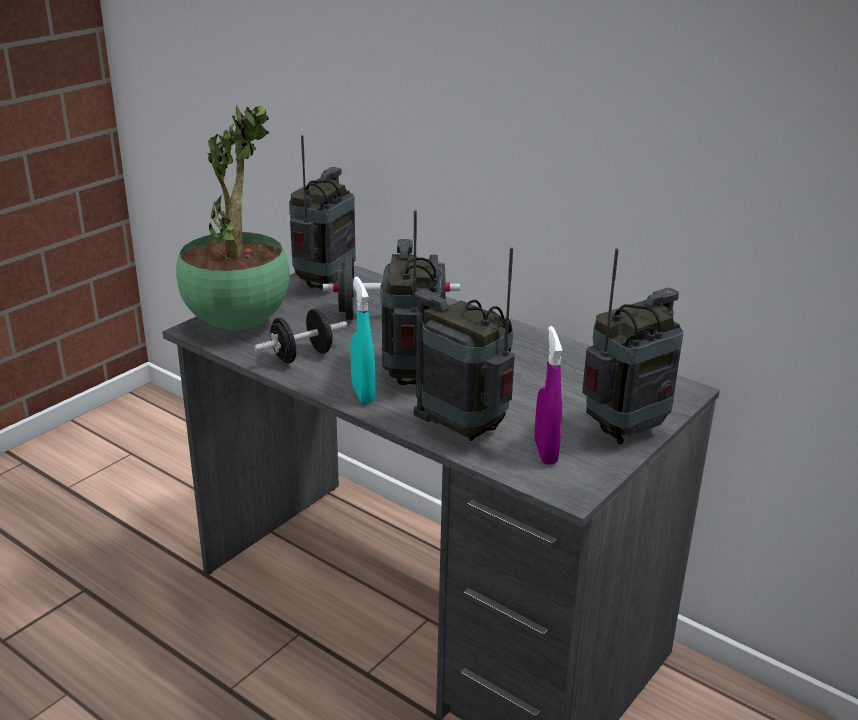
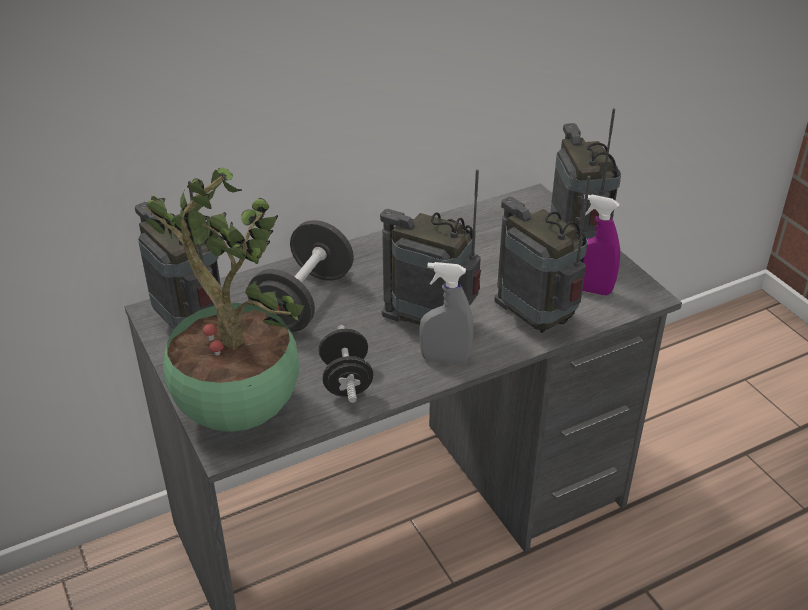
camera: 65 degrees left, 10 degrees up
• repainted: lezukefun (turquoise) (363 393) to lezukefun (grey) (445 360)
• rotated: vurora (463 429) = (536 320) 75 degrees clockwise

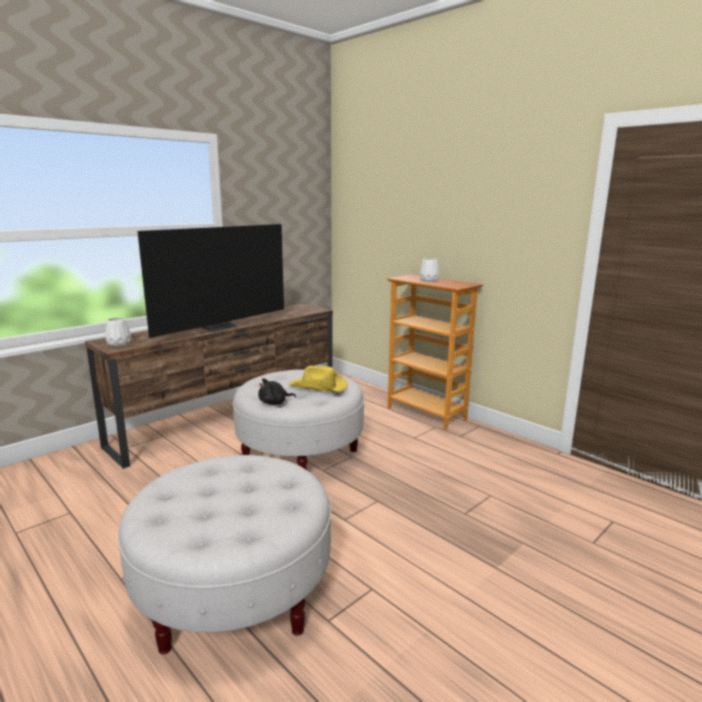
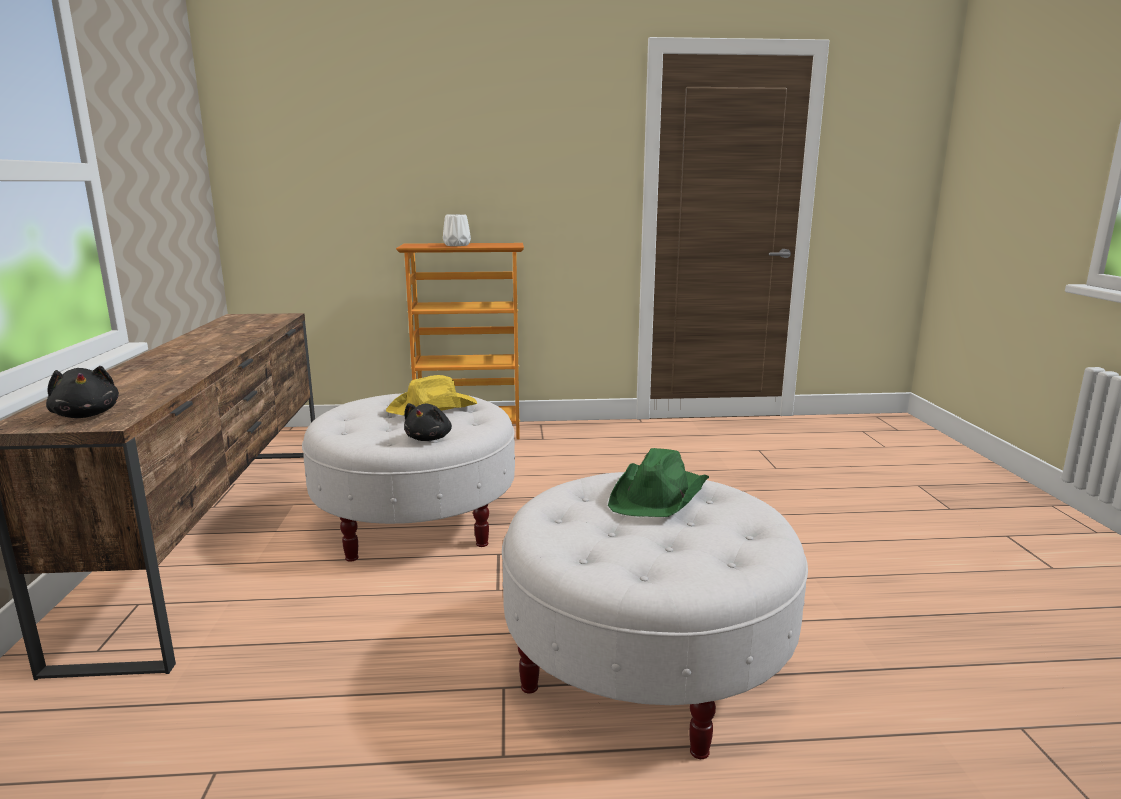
camera: 50 degrees left, 0 degrees up
• gone: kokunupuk (219 327)
• new: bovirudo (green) (660 495)
• swapped: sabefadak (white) (119 343) to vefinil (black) (87 415)

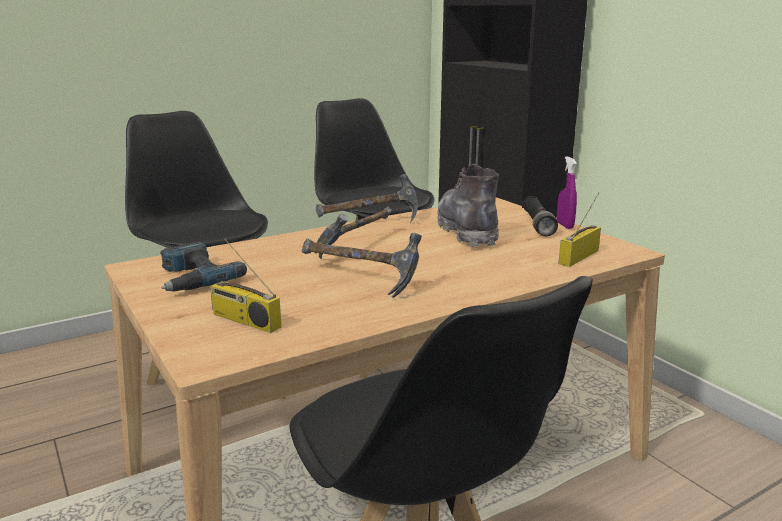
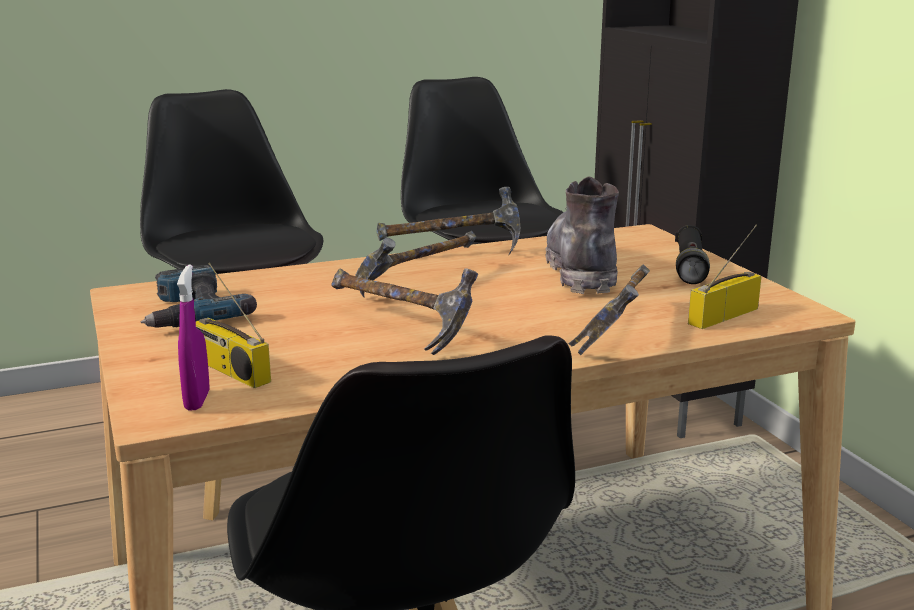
camera: 10 degrees right, 0 degrees up
• new: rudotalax (619 334)
• shifted: lezukefun (purple) (564 225) to (197 400)

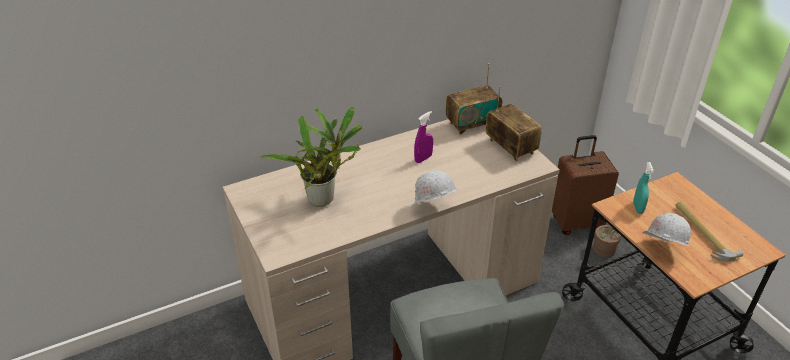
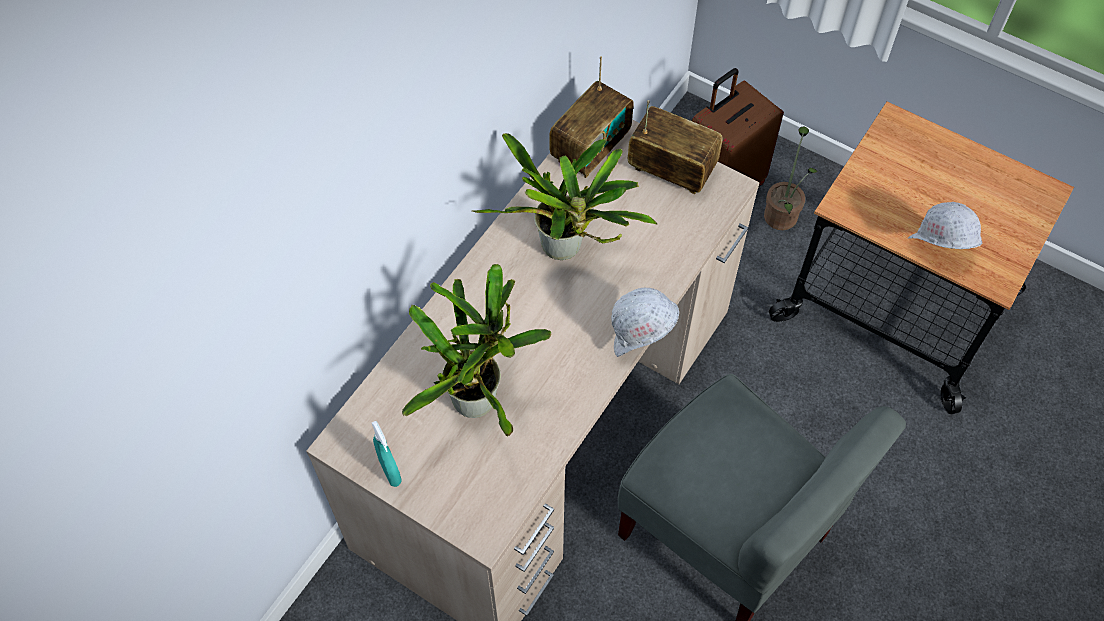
camera: 30 degrees left, 20 degrees up
• gone: rudotalax (703 233)
• shifted: lezukefun (turquoise) (638 208) to (390 472)
• swapped: lezukefun (purple) (423 158) to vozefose (565 250)

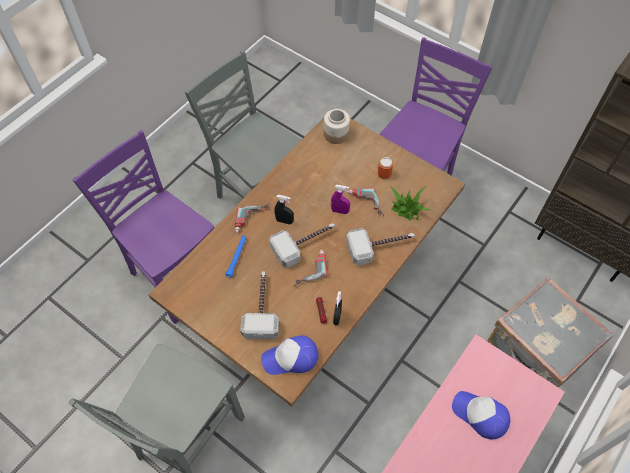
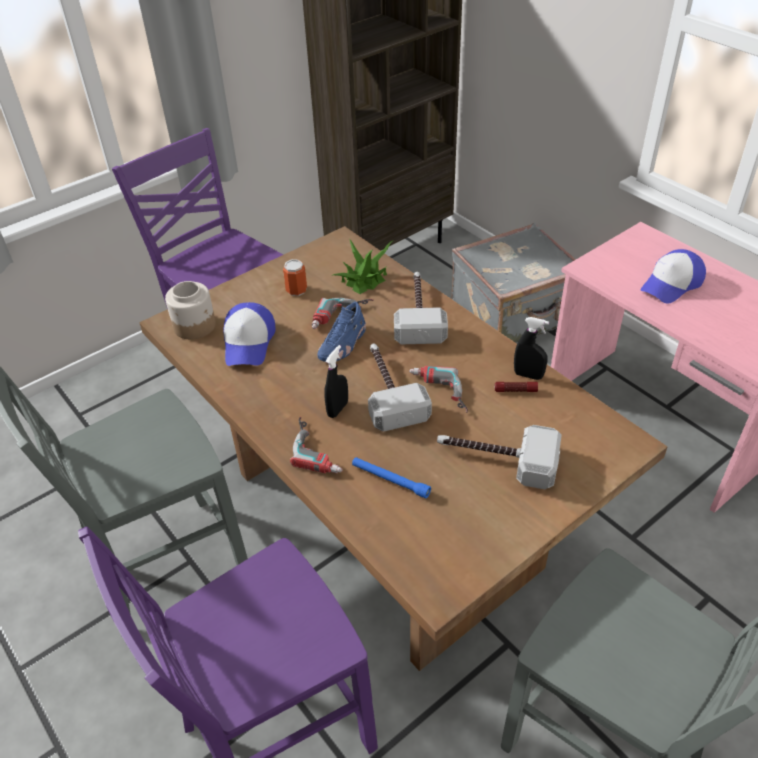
camera: 75 degrees left, 15 degrees down
• shifted: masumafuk (291 358) to (249 342)
• swapped: lezukefun (purple) (340 211) to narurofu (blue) (343 344)

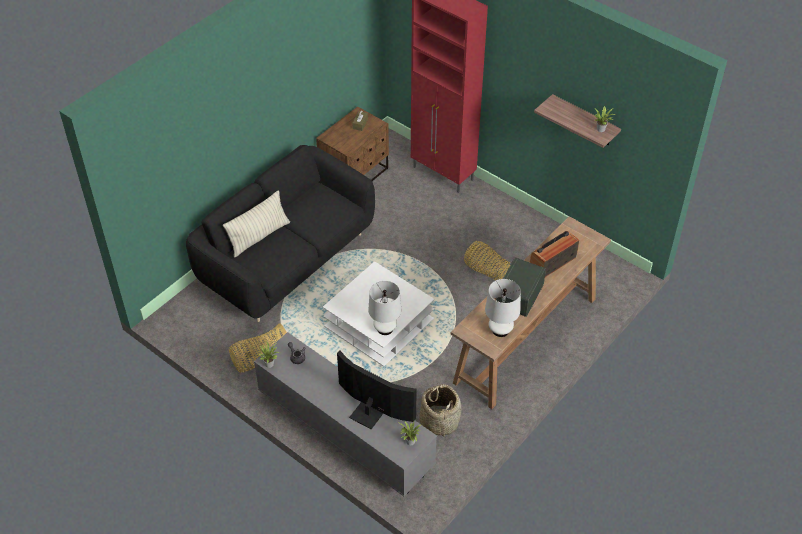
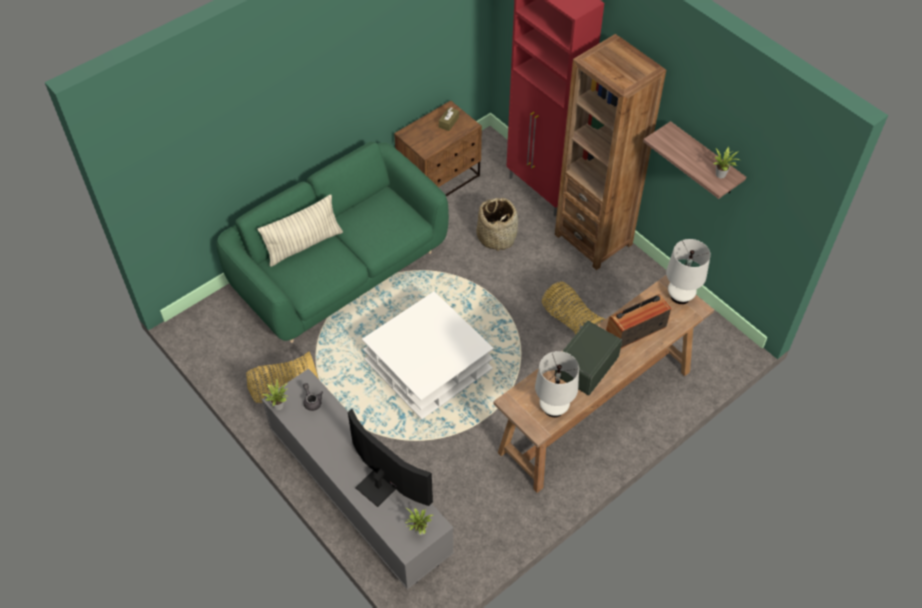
camera: 10 degrees right, 5 degrees up
• new: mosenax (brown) (593 239)
• shifted: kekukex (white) (385 328) to (680 296)
• shifted: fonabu (439 421) to (496 236)
• repainted: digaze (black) (286 259) to digaze (green) (340 271)

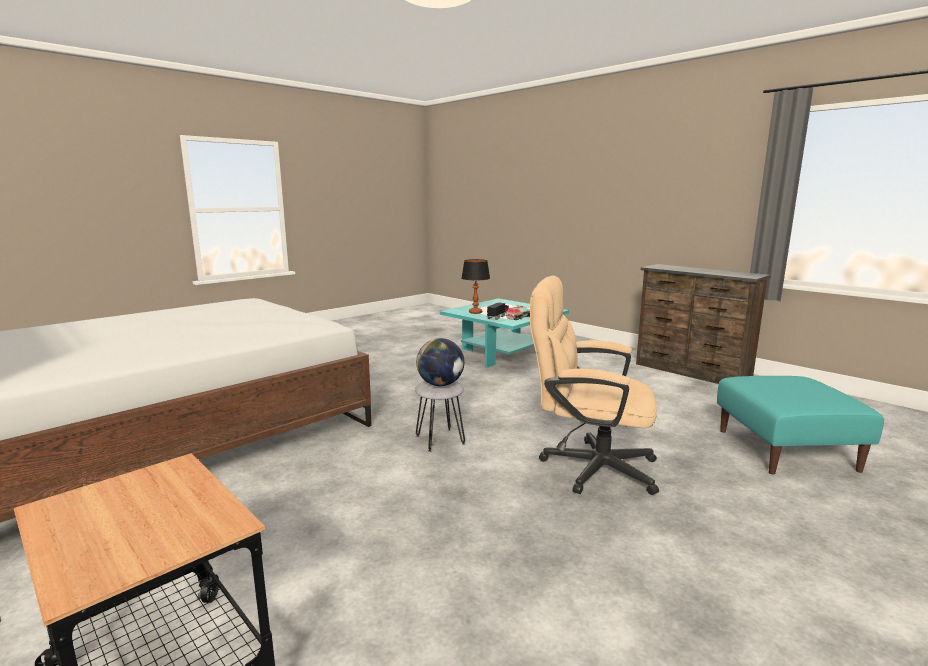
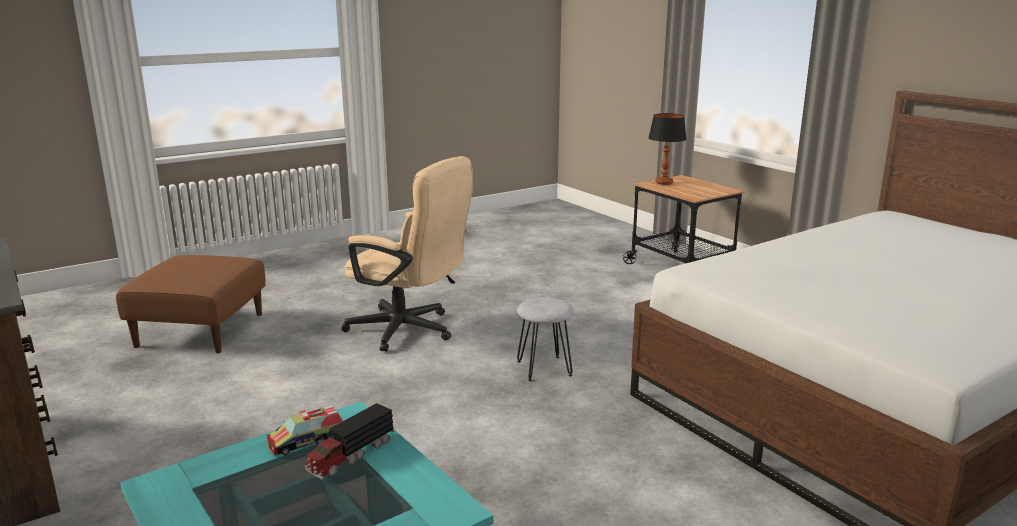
camera: 170 degrees left, 5 degrees up
• gone: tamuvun (440 384)
• shifted: kekukex (475 312) to (664 183)
• repainted: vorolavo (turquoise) (786 450) to vorolavo (brown) (200 329)

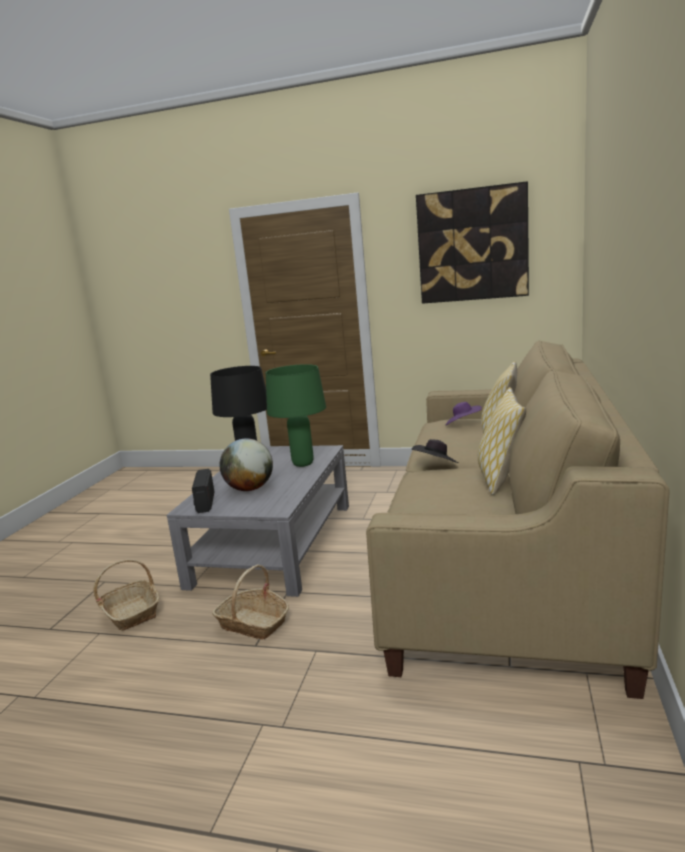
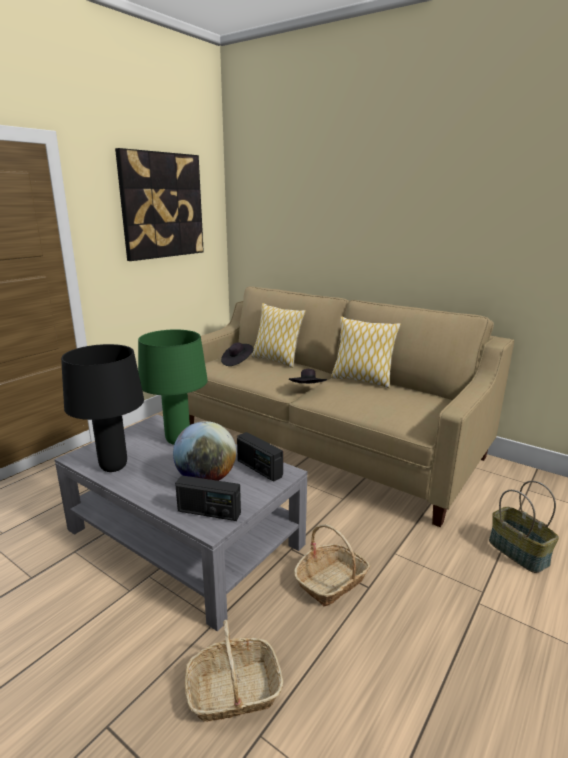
camera: 70 degrees left, 5 degrees up
• new: vurora (259 469)
• new: fonabu (519 552)
• repainted: bovirudo (purple) (462 424) to bovirudo (black) (237 362)

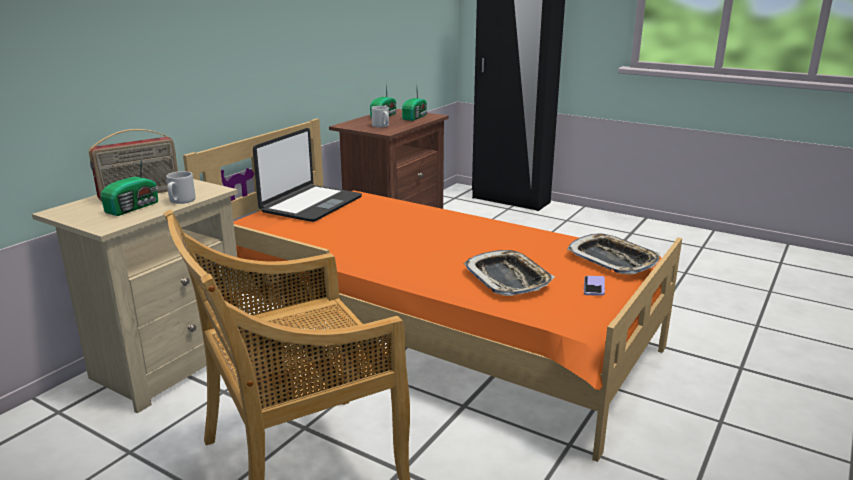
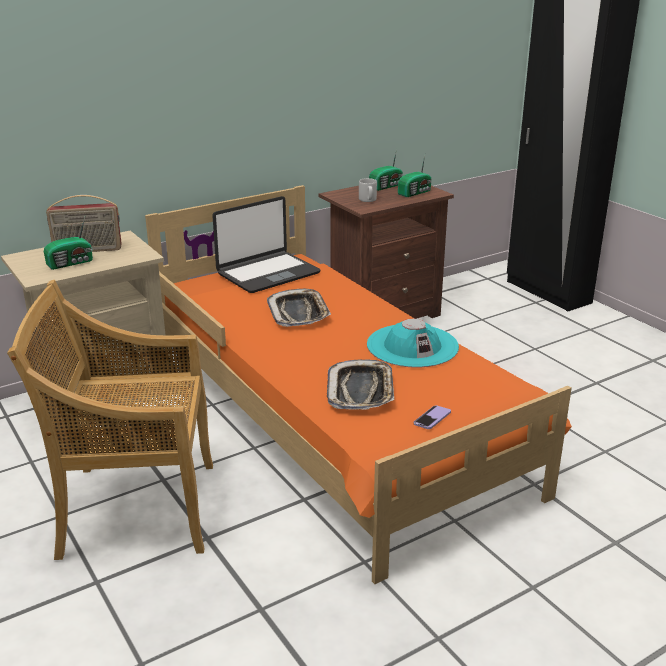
camera: 25 degrees right, 5 degrees up
• gone: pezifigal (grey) (180 201)
• new: bovirudo (turquoise) (412 346)
• shifted: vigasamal (612 260) to (299 313)

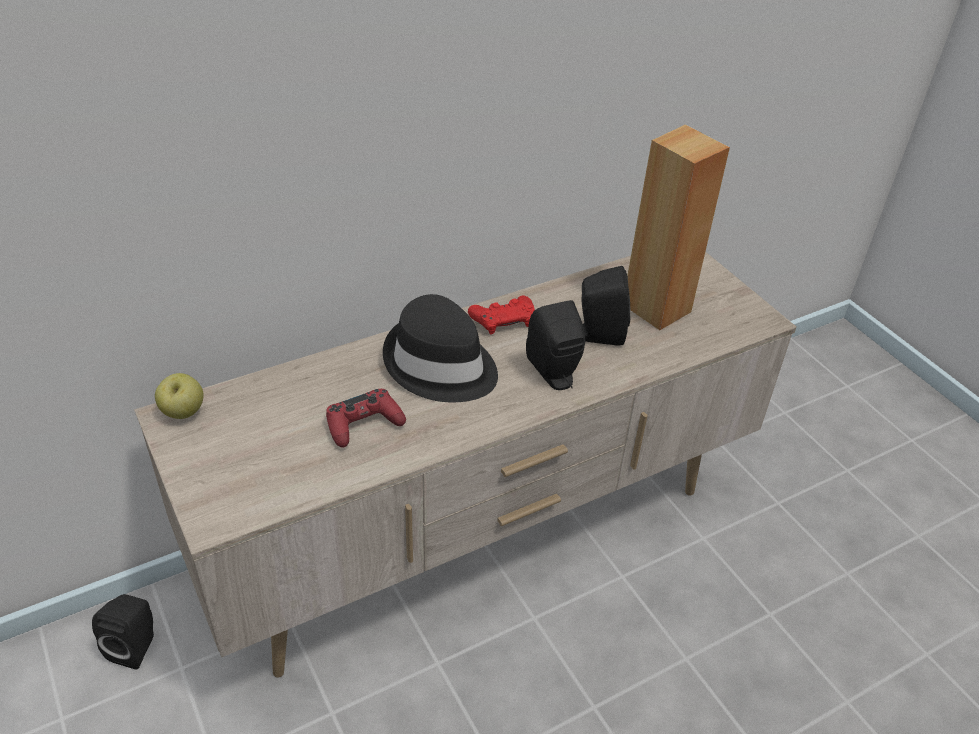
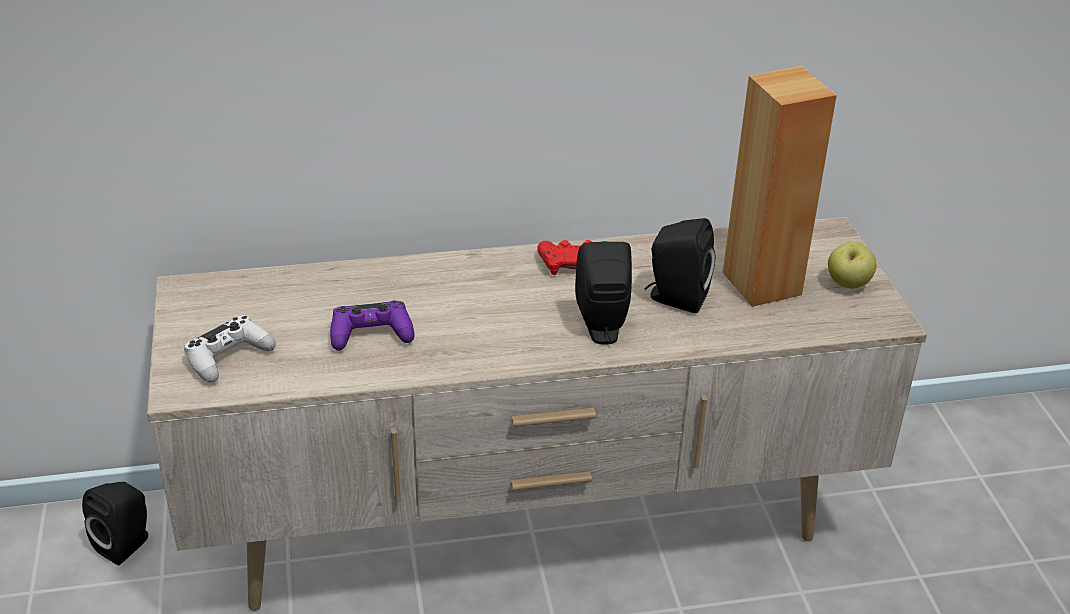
camera: 20 degrees right, 5 degrees down
• gone: bovirudo (black) (440 366)
• new: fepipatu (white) (228 357)
• shifted: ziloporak (183 413) to (848 284)
• repainted: fepipatu (red) (363 424) to fepipatu (purple) (371 334)

